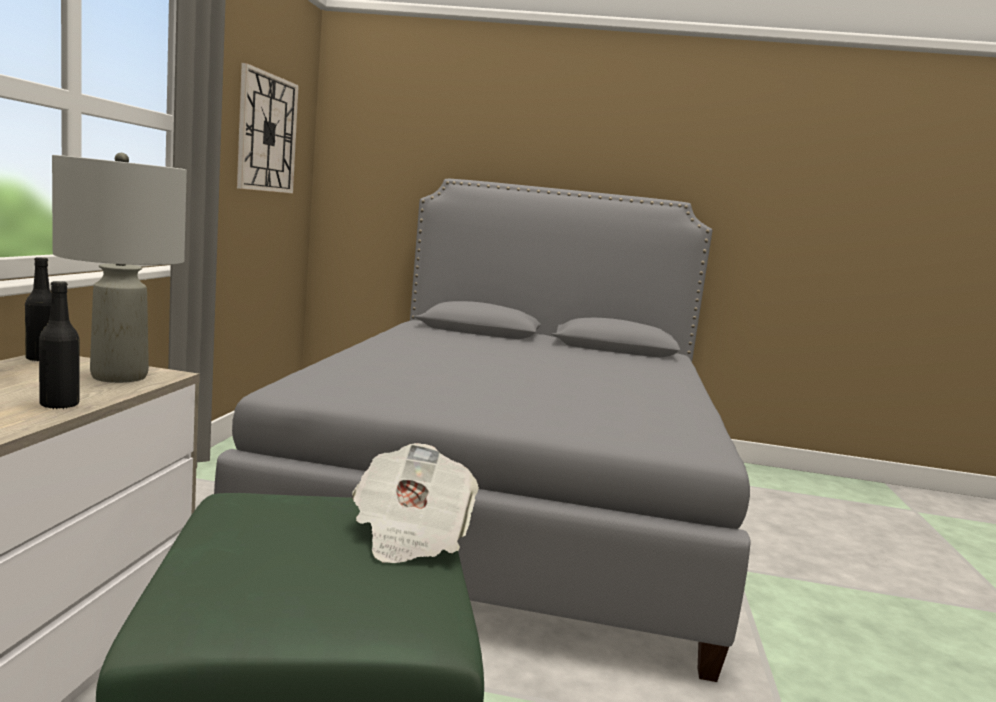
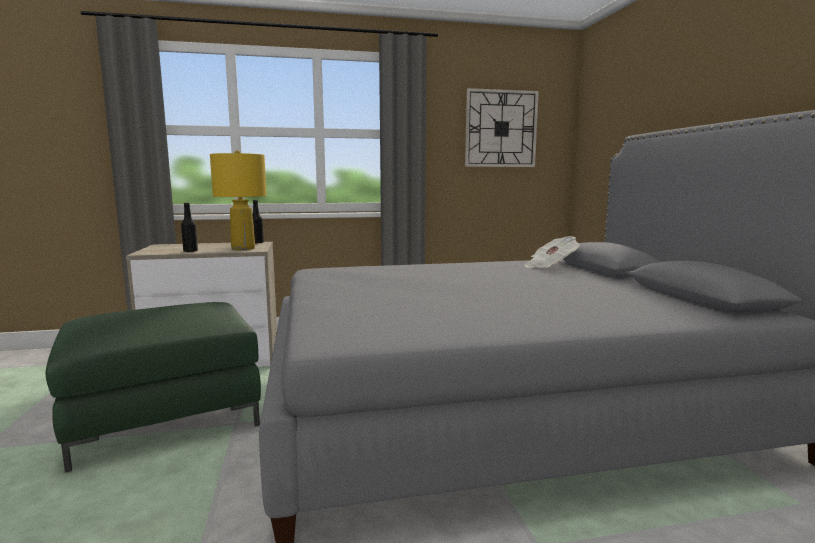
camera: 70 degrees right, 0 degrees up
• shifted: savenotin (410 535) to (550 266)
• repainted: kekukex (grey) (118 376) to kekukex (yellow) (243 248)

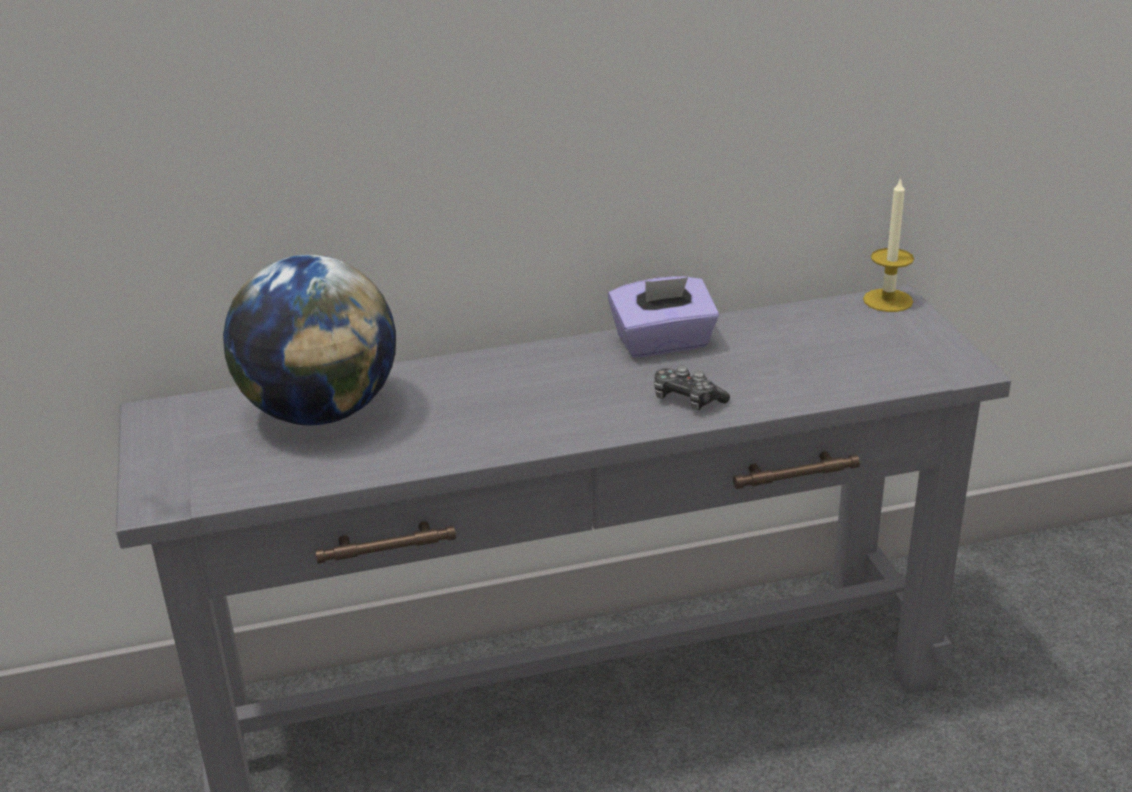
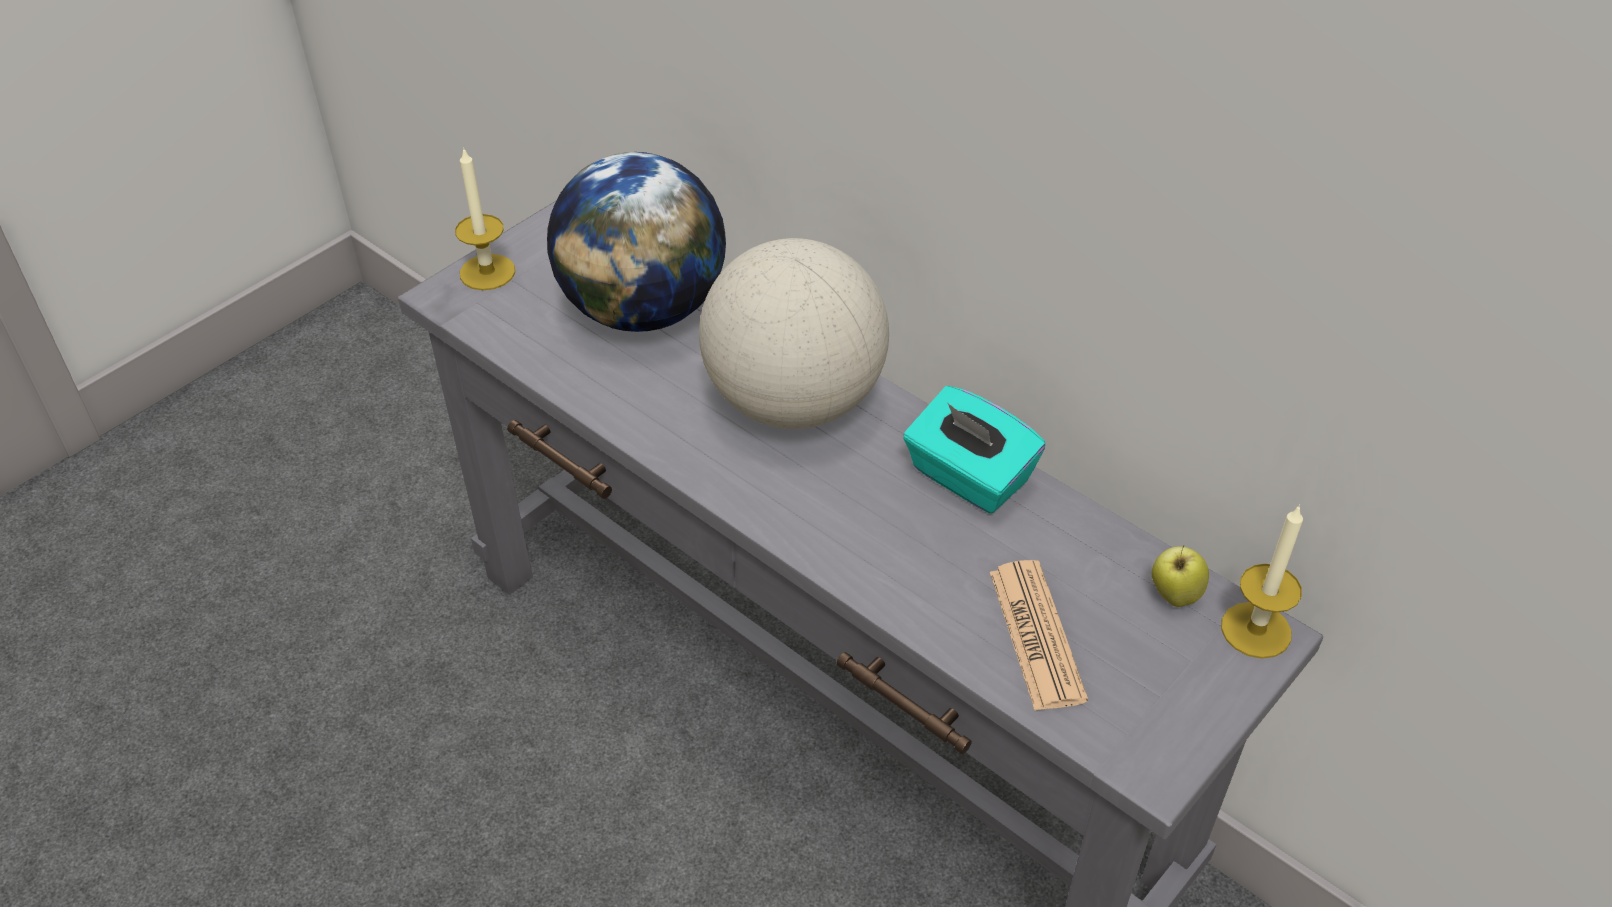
camera: 55 degrees right, 15 degrees up
• gone: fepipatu (687 399)
• new: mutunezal (487 272)
• new: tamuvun (794 402)
• new: savenotin (1036 635)
• new: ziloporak (1174 595)
• repainted: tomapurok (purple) (663 343) to tomapurok (turquoise) (968 477)

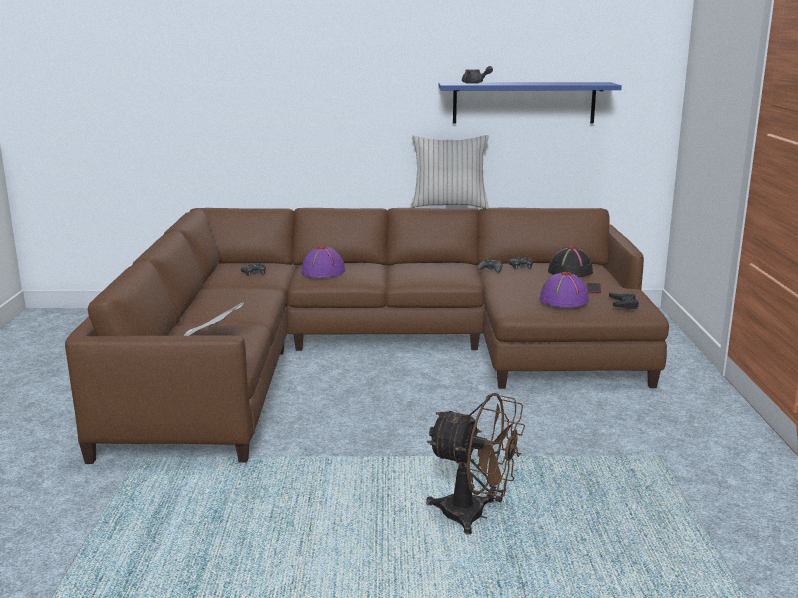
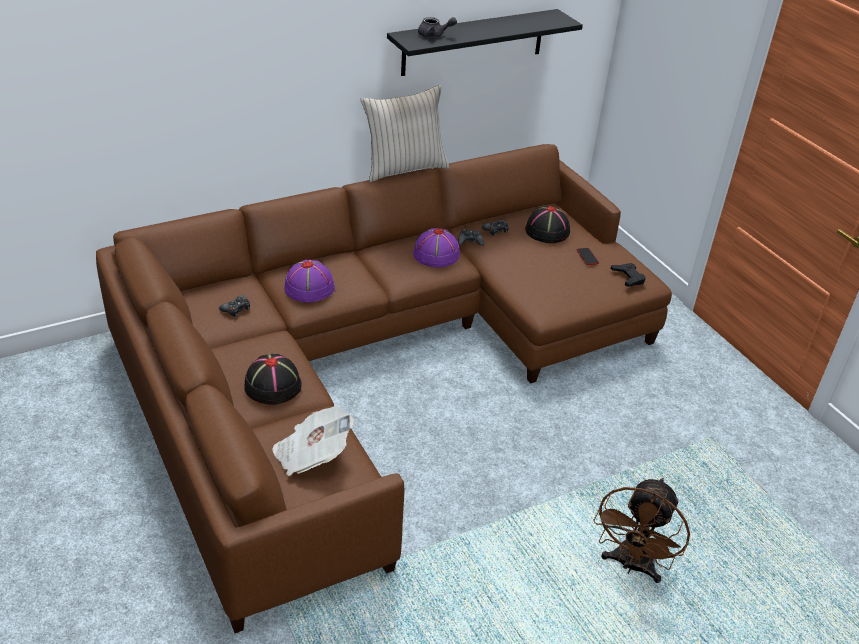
camera: 30 degrees left, 20 degrees up
• new: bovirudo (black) (272 384)
• shifted: bovirudo (purple) (563 300) to (436 255)
• repainted: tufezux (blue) (524 103) to tufezux (black) (473 42)
• rotated: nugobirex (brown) (474 516) = (631 566) 120 degrees clockwise

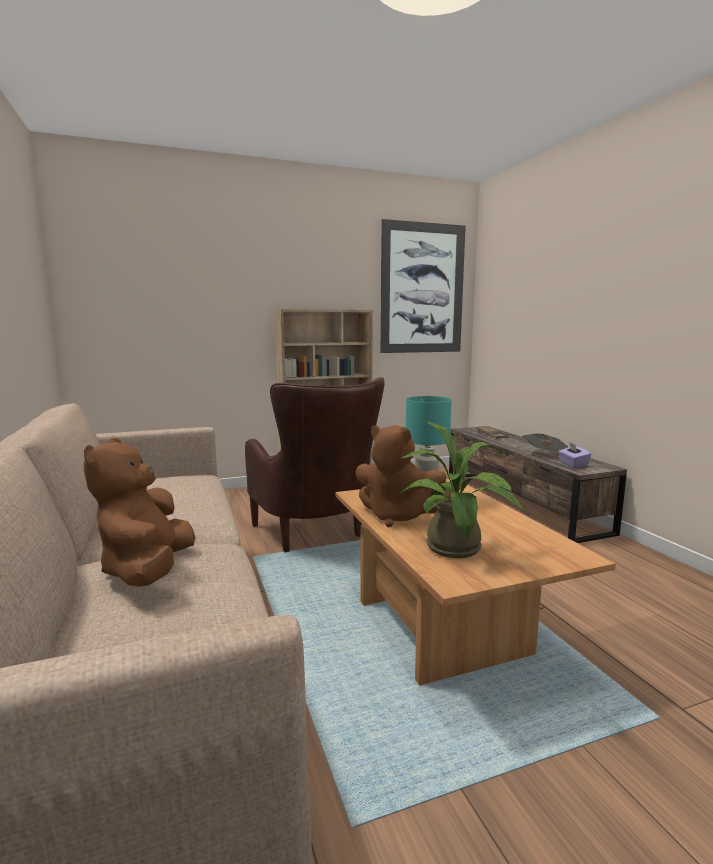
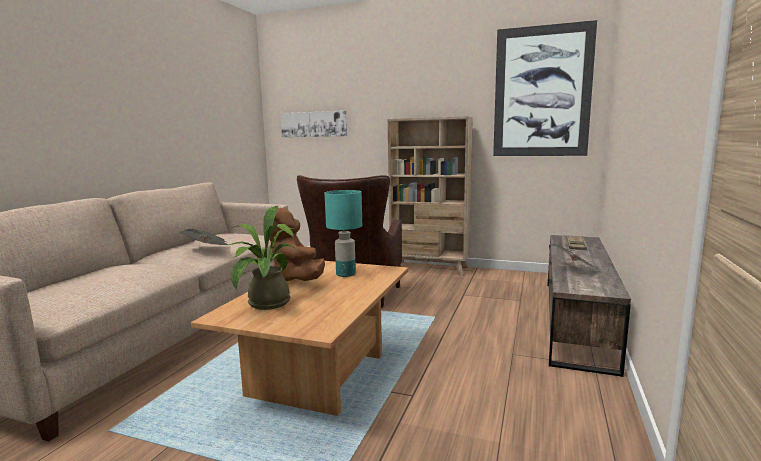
camera: 40 degrees right, 0 degrees up
• gone: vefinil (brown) (148 571)
• gone: tomapurok (purple) (572 465)
• new: savenotin (207 249)
• new: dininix (314 124)

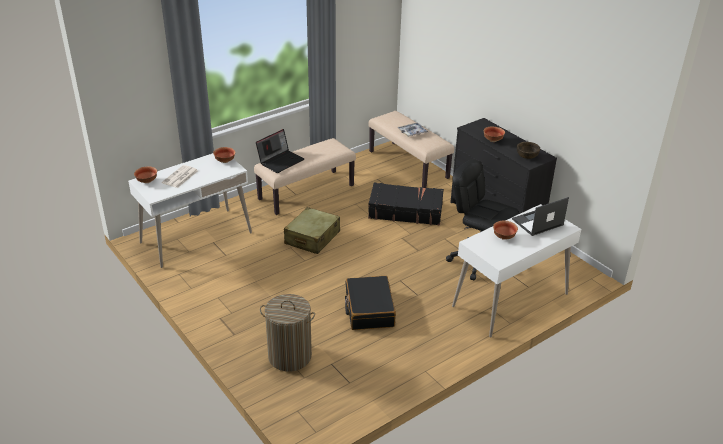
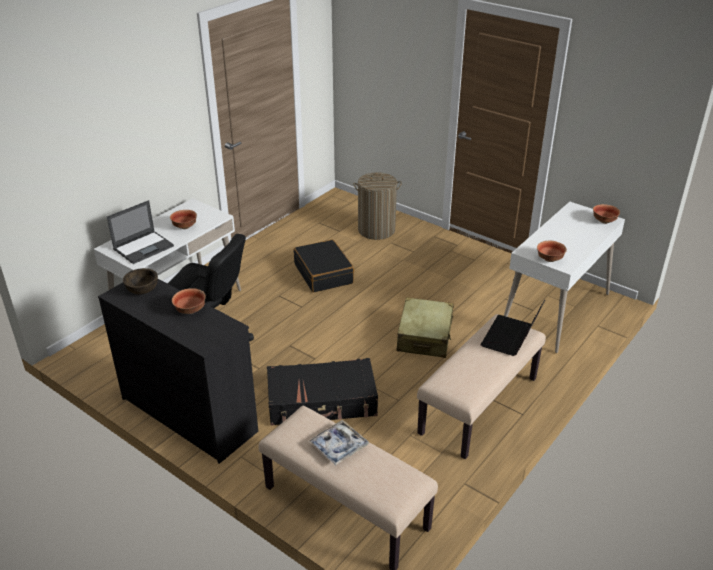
camera: 165 degrees right, 0 degrees up
• gone: savenotin (180 177)

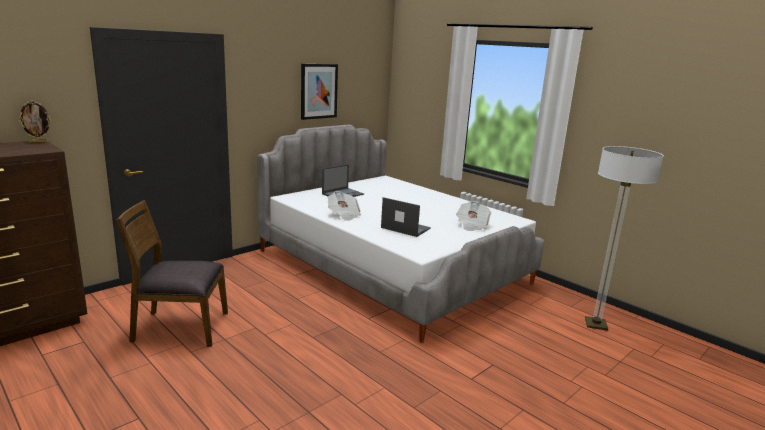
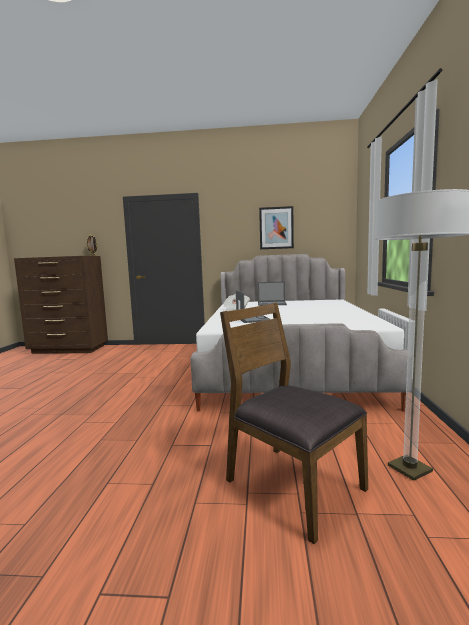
camera: 50 degrees right, 10 degrees down
• gone: savenotin (472 225)
• shifted: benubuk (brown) (180 327) to (292 485)

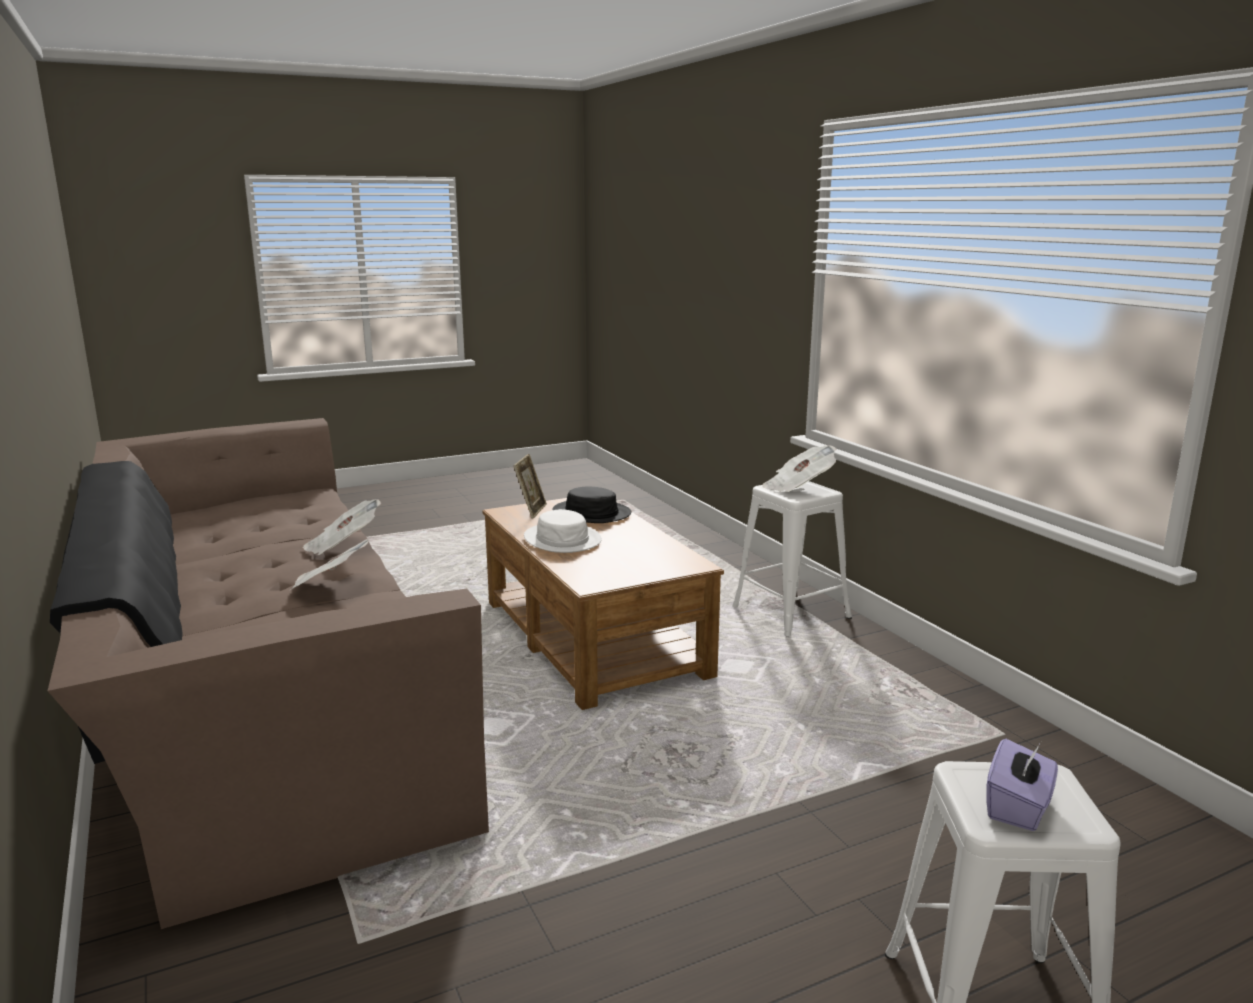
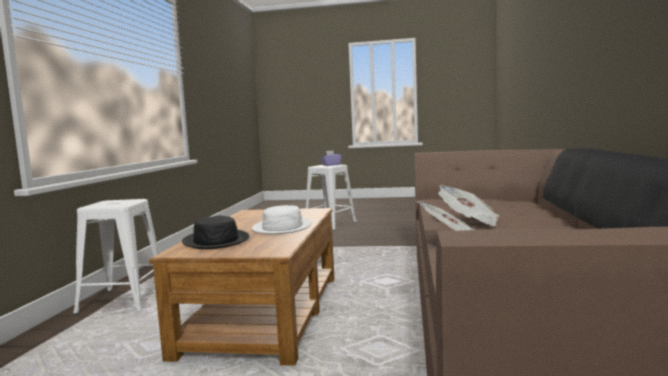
camera: 145 degrees left, 10 degrees down
• gone: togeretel (531 511)
• gone: savenotin (798 487)

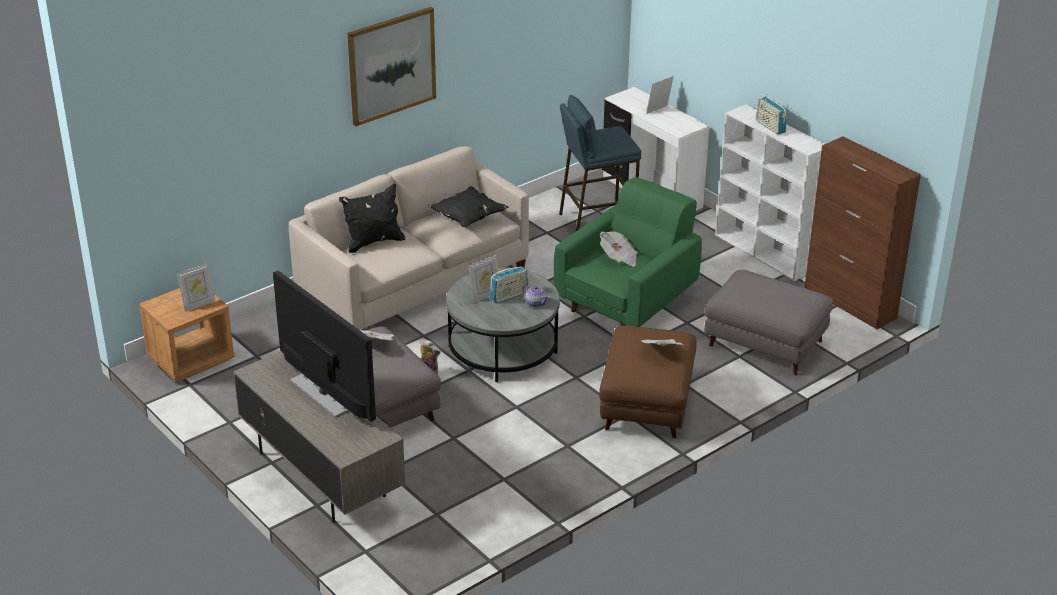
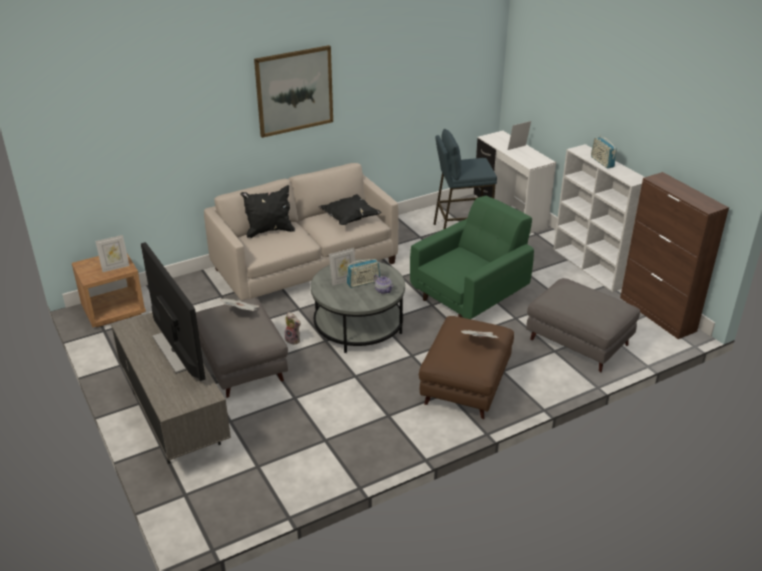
camera: 10 degrees right, 0 degrees up
• gone: savenotin (619 258)

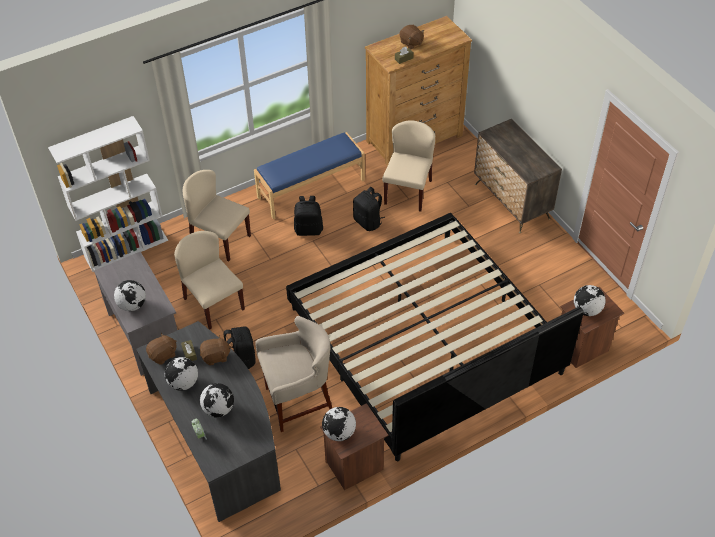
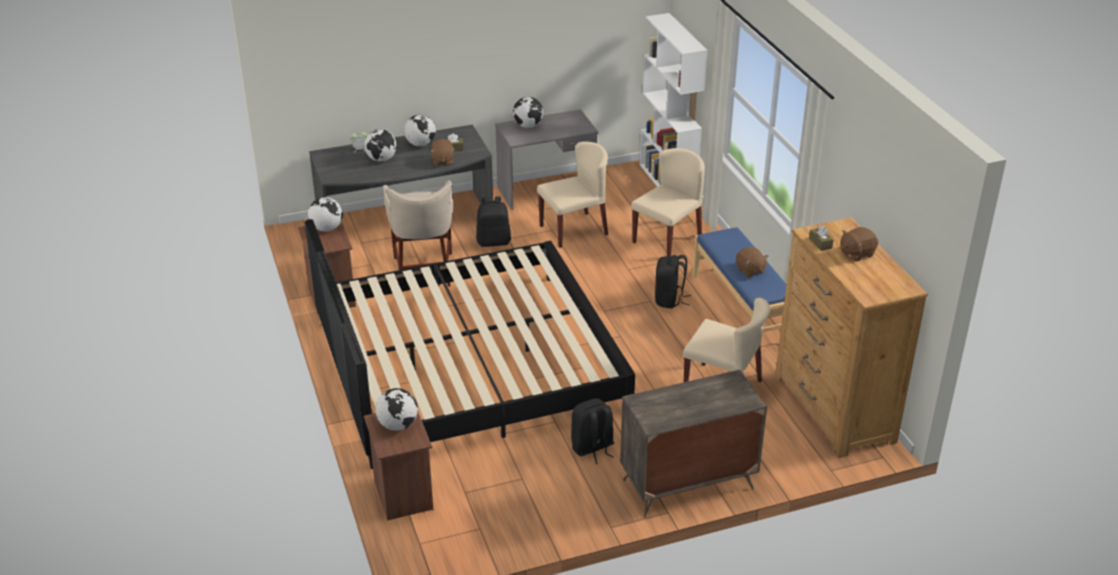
camera: 100 degrees right, 15 degrees down
• shifted: vefinil (brown) (163 355) to (750 270)
• shifted: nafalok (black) (368 222) to (592 448)

